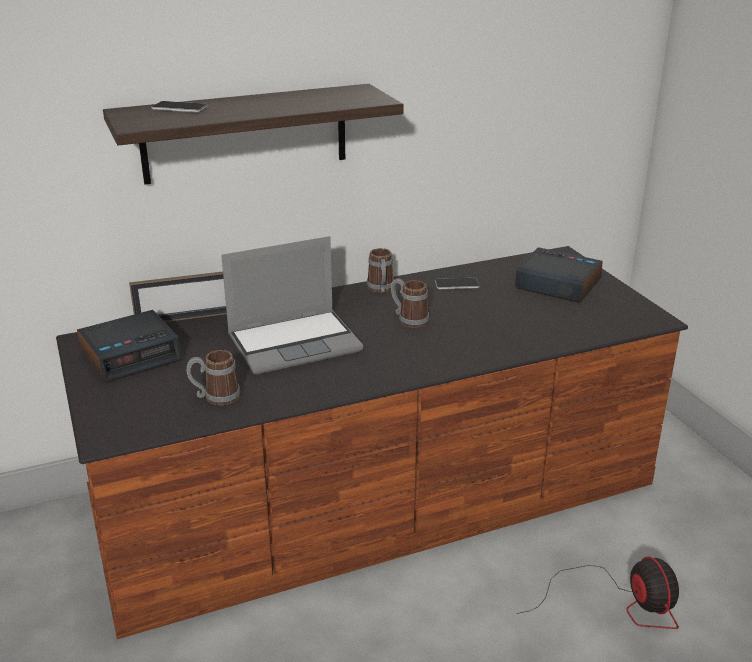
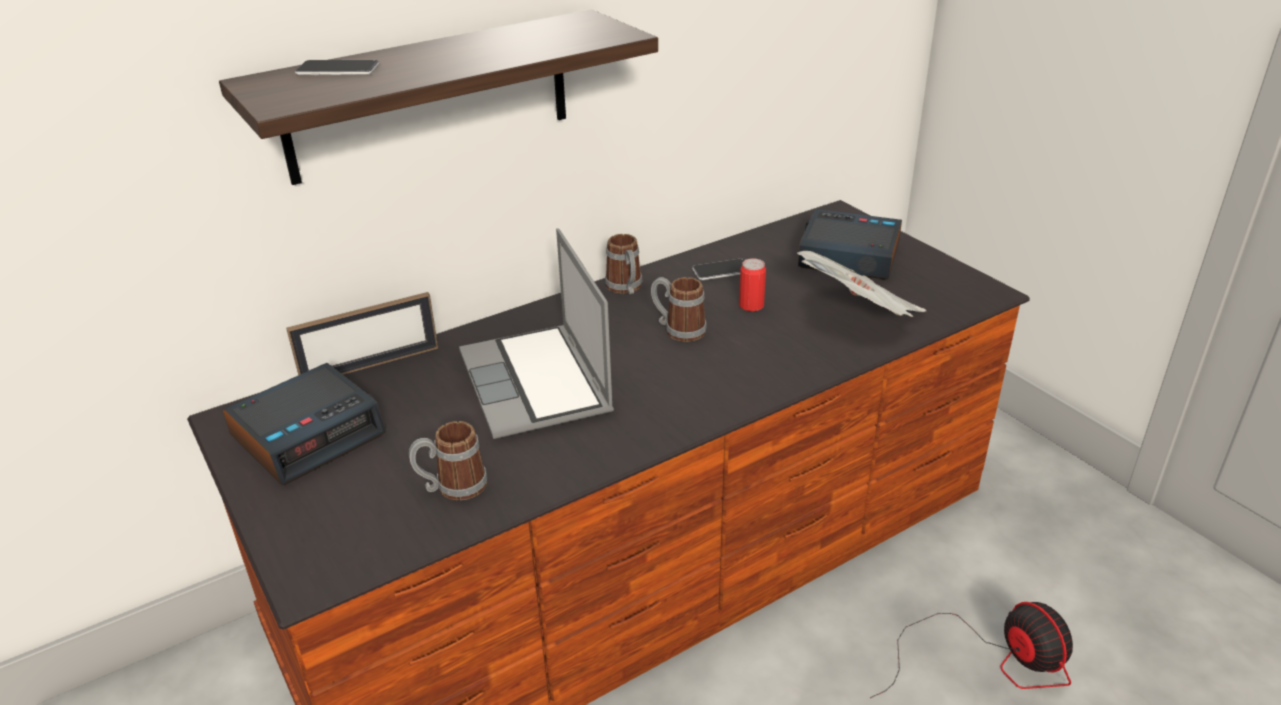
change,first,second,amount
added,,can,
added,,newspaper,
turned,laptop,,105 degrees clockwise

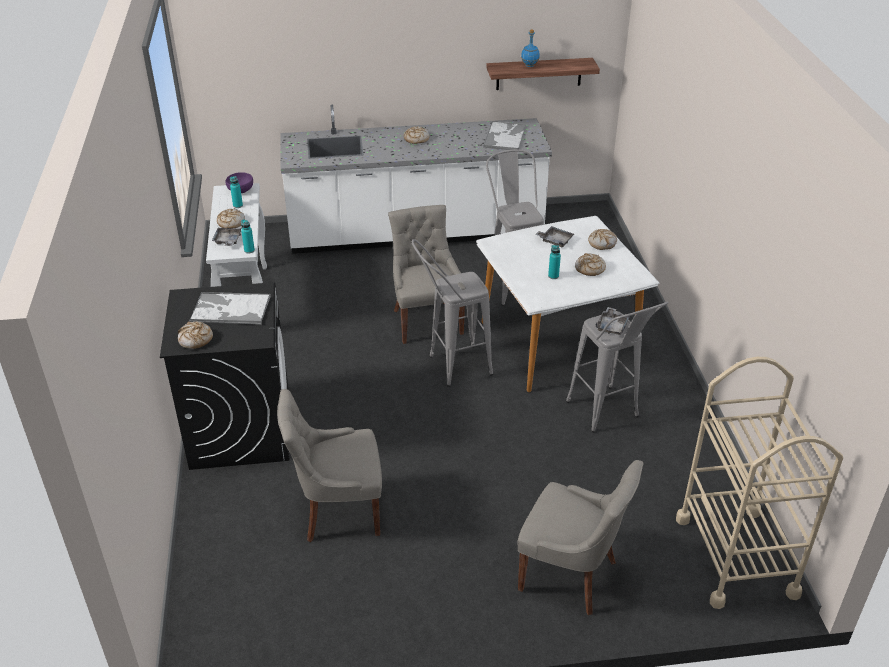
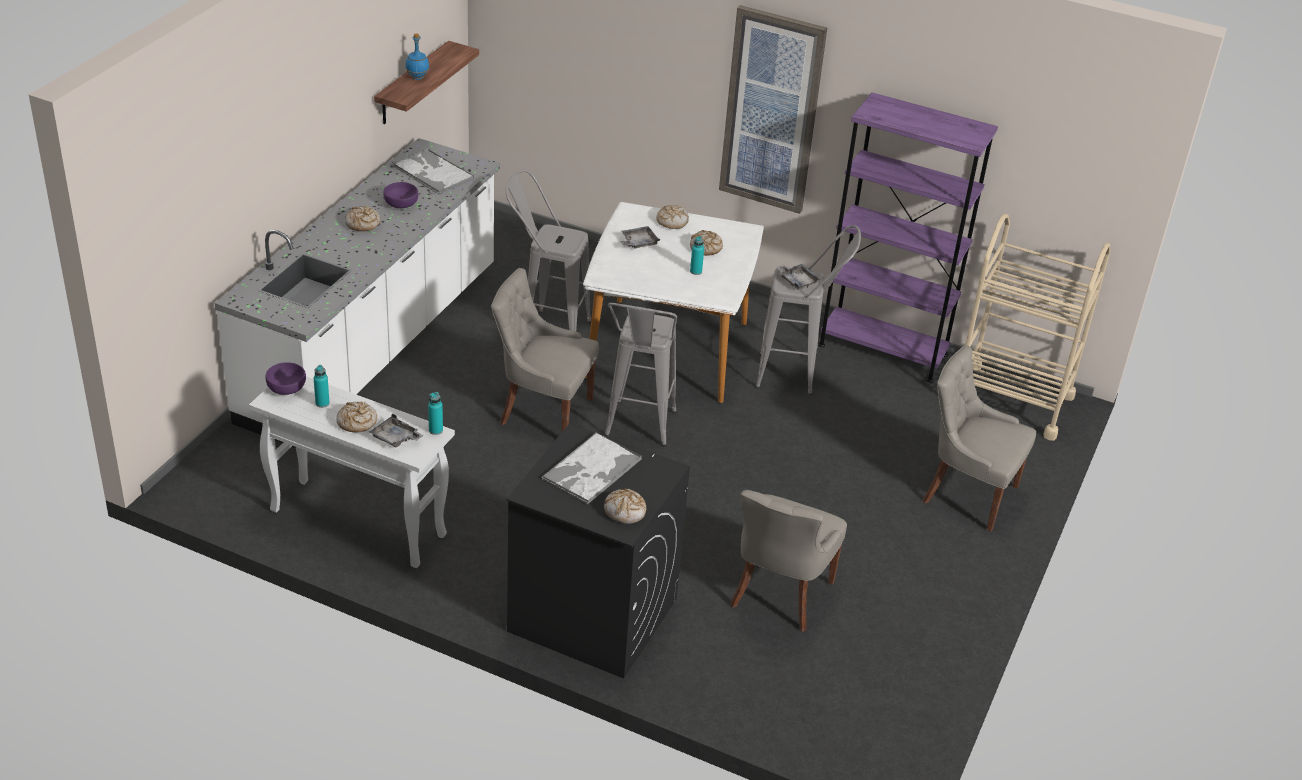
change,first,second,amount
added,,purple bowl (2nd from left),
added,,picture,
added,,purple bookcase,
turned,grey chair (3rd from left),,120 degrees counterclockwise

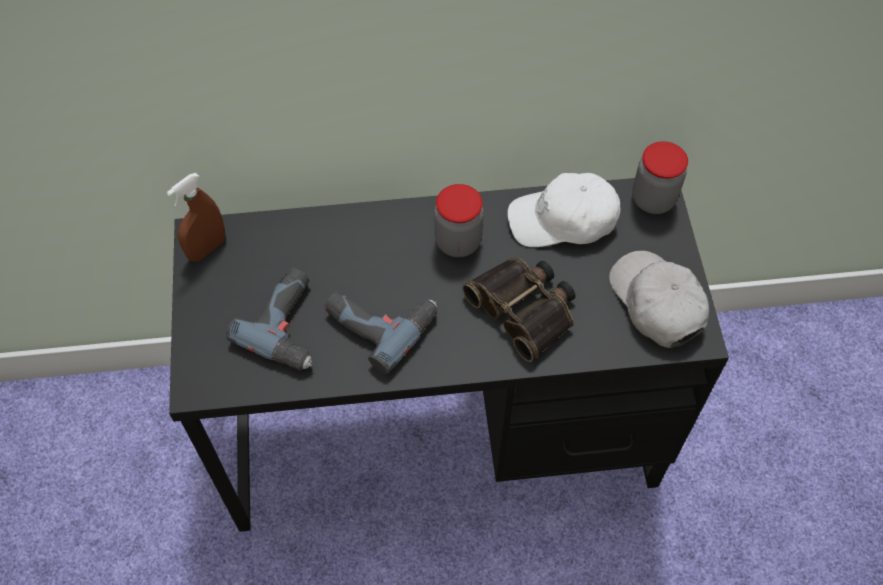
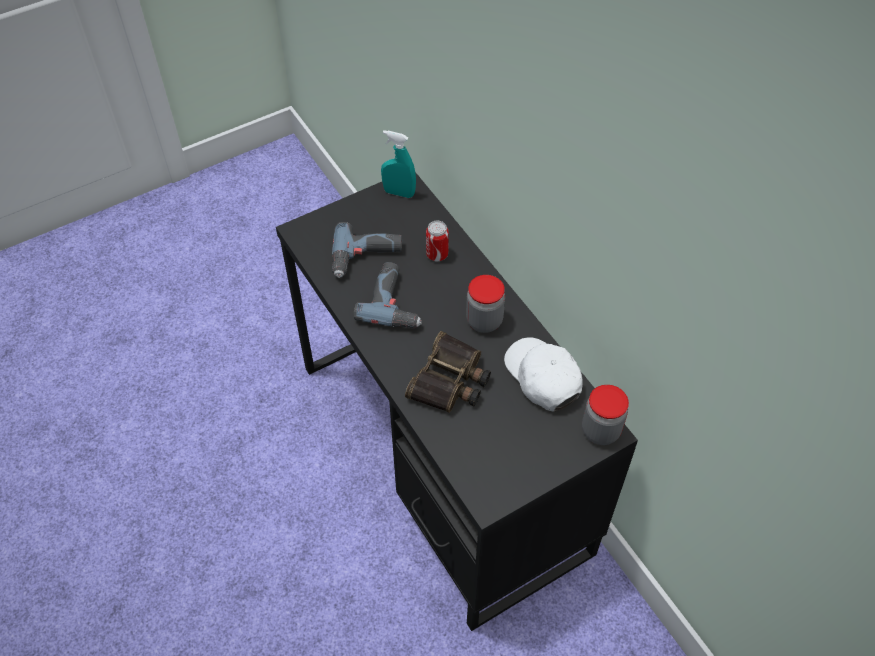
change,first,second,amount
removed,white cap (2nd from left),,
added,,can,
recoloured,brown spray bottle,turquoise spray bottle,

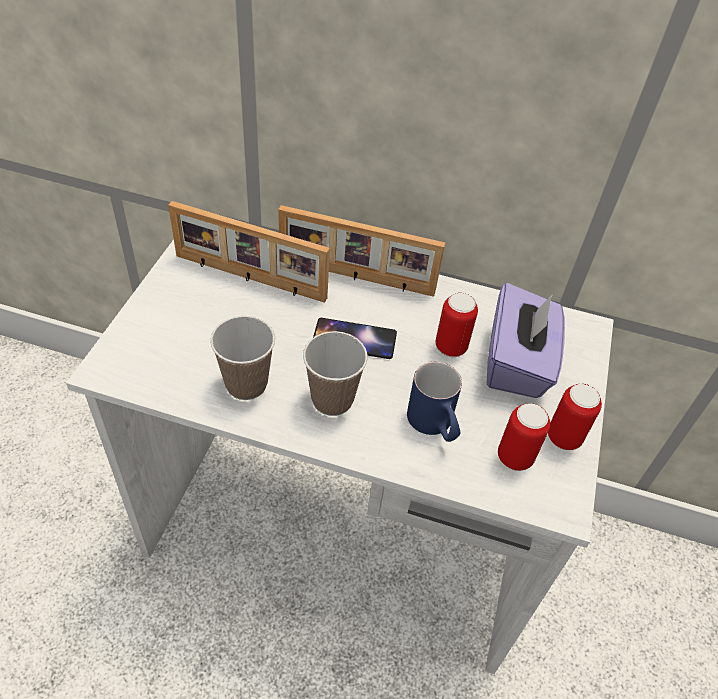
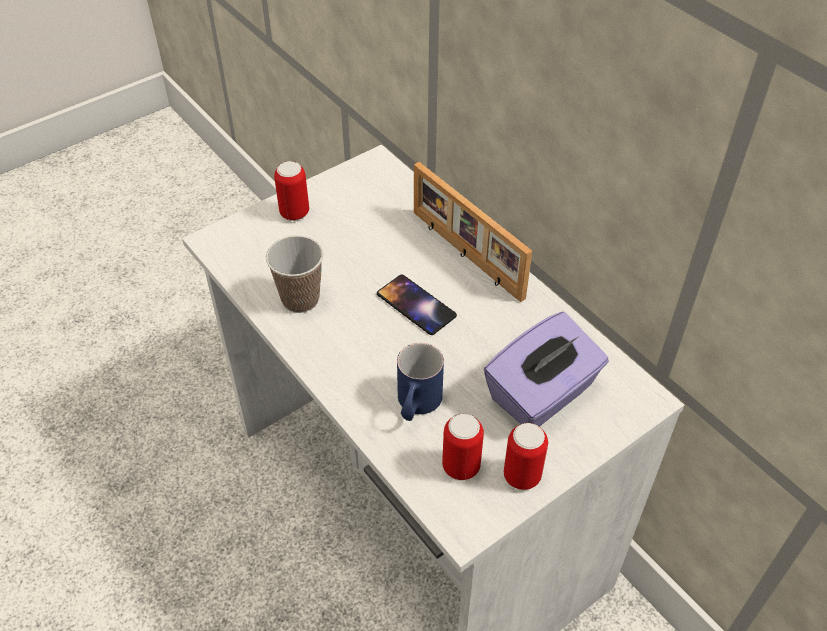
change,first,second,amount
removed,picture frame (1st from left),,
removed,cup (2nd from left),,
moved,can (1st from left),,

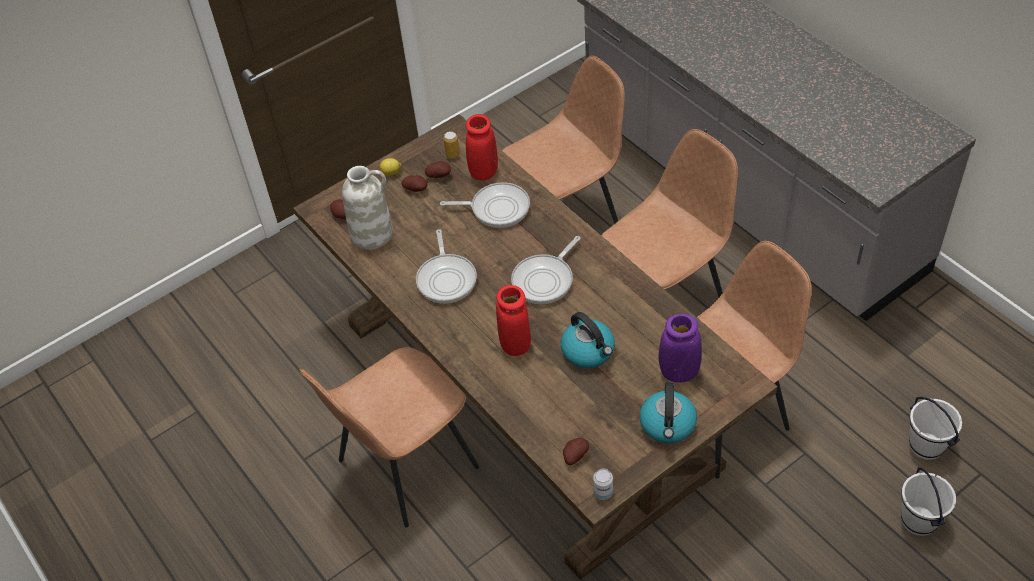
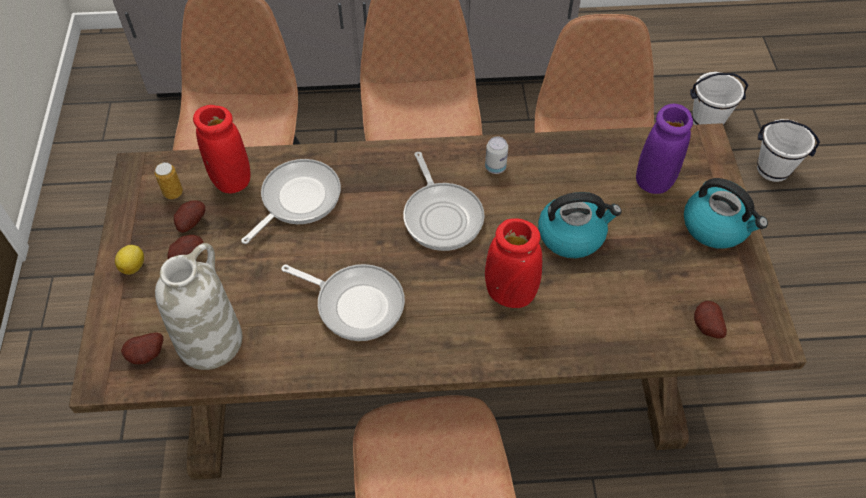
change,first,second,amount
moved,can (2nd from left),,

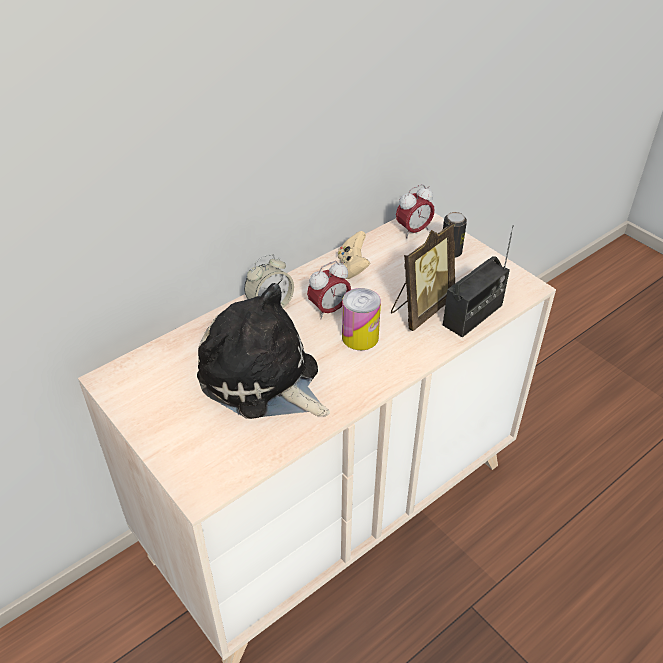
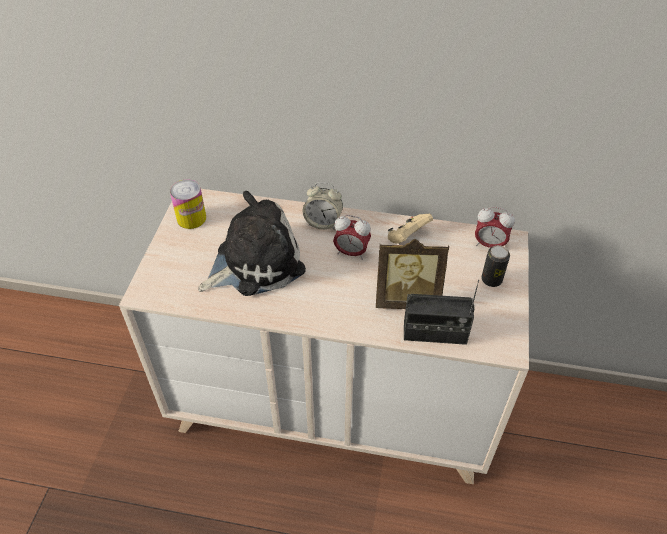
change,first,second,amount
moved,can (1st from left),,
turned,plush toy,,60 degrees clockwise

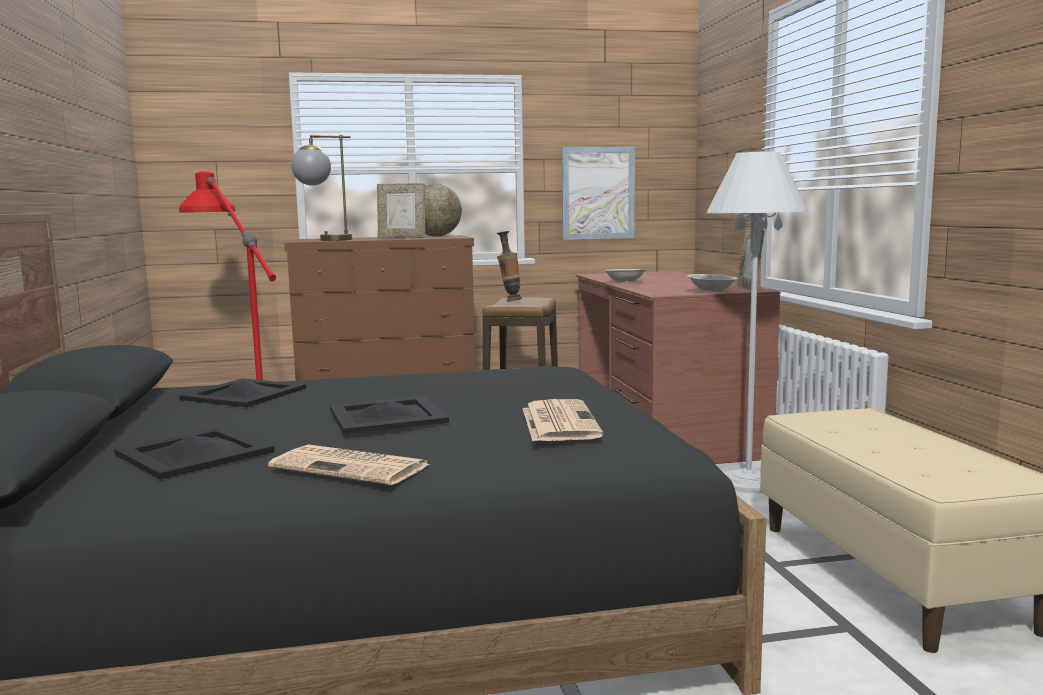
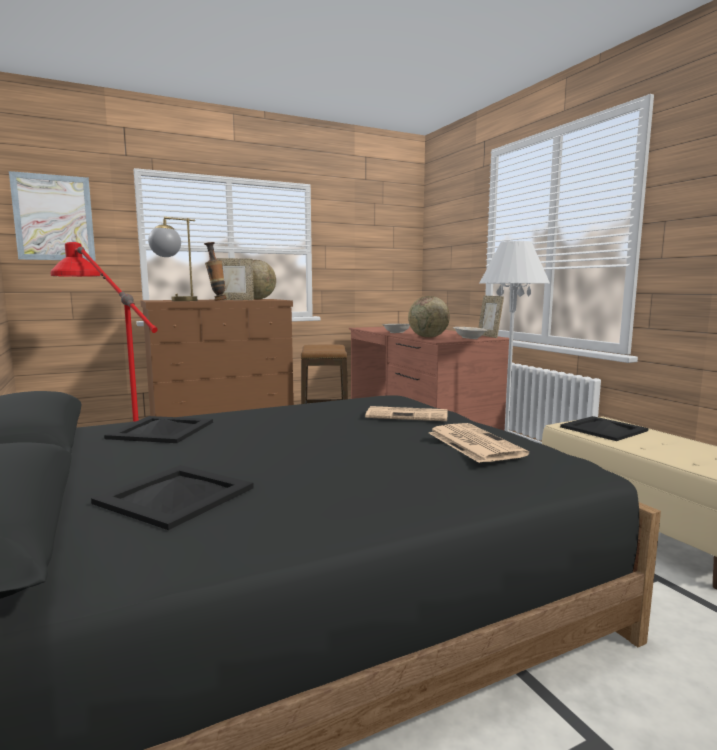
change,first,second,amount
added,,globe (2nd from left),
moved,newspaper (1st from left),,
moved,black tray (3rd from left),,
moved,vase,,
moved,picture,,

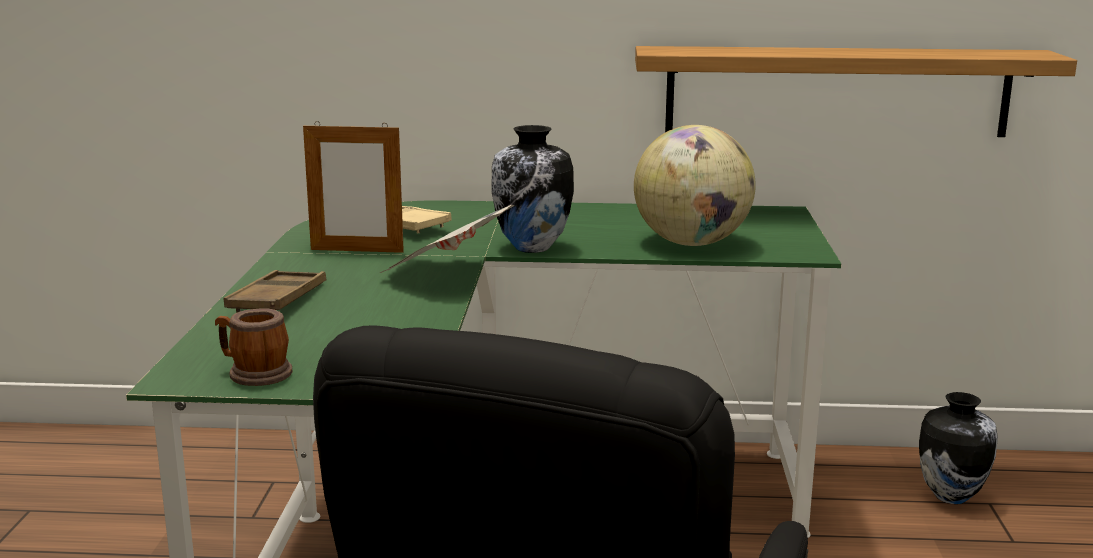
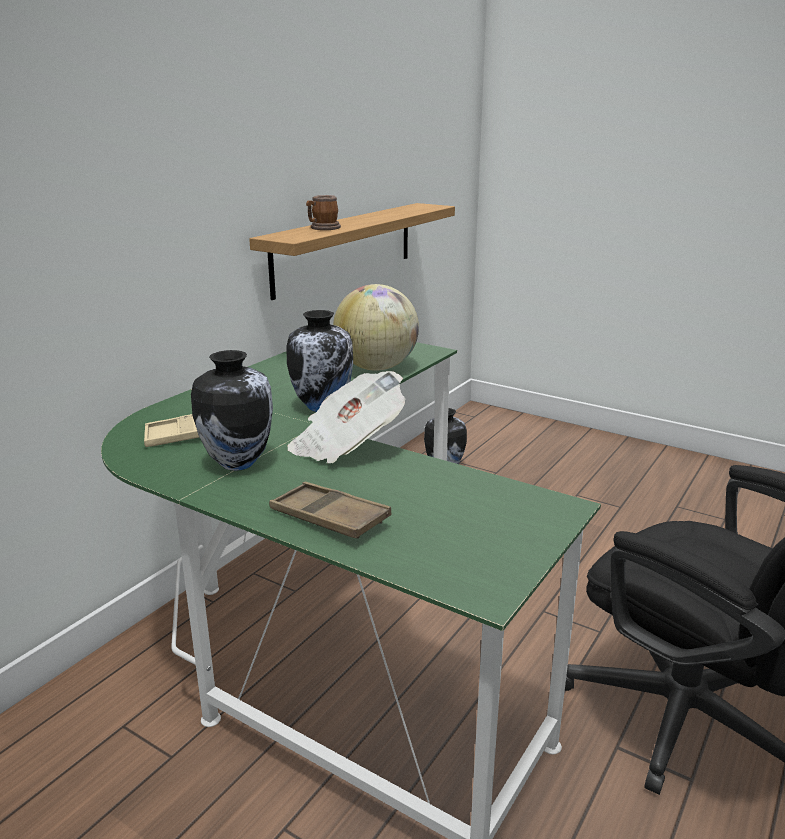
change,first,second,amount
moved,mug,,
replaced,picture frame,vase (1st from left),

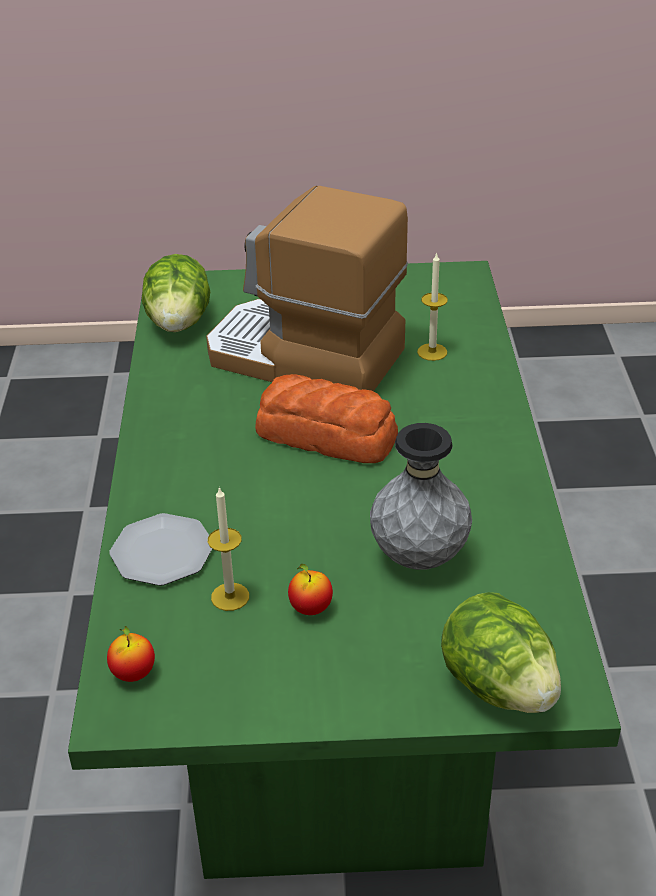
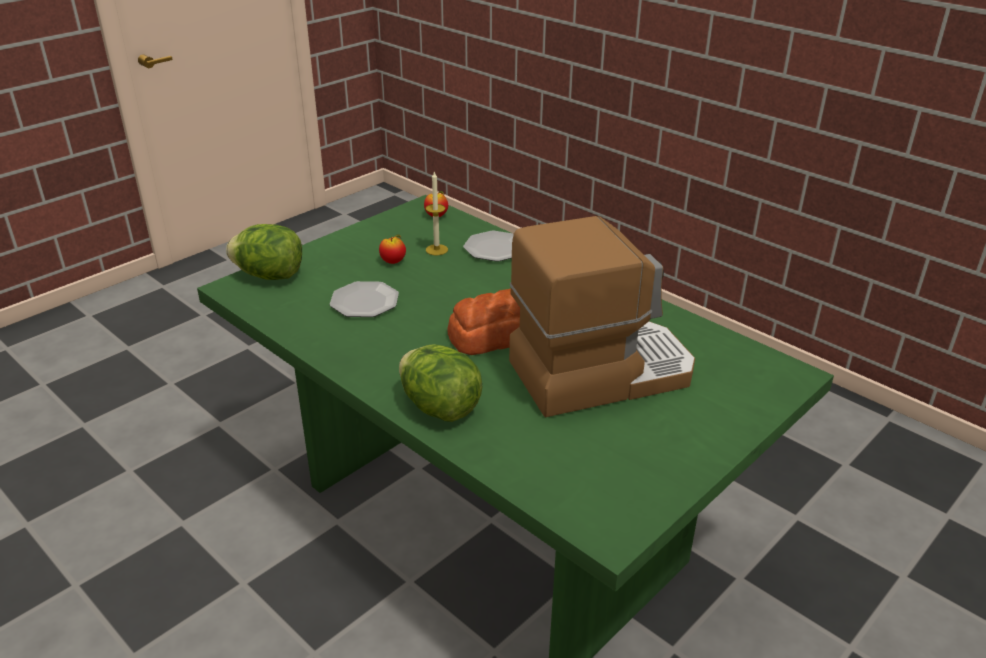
change,first,second,amount
removed,candle (2nd from left),,
moved,lettuce (1st from left in the first image),lettuce (2nd from left),
replaced,grey vase,plate (1st from left),

